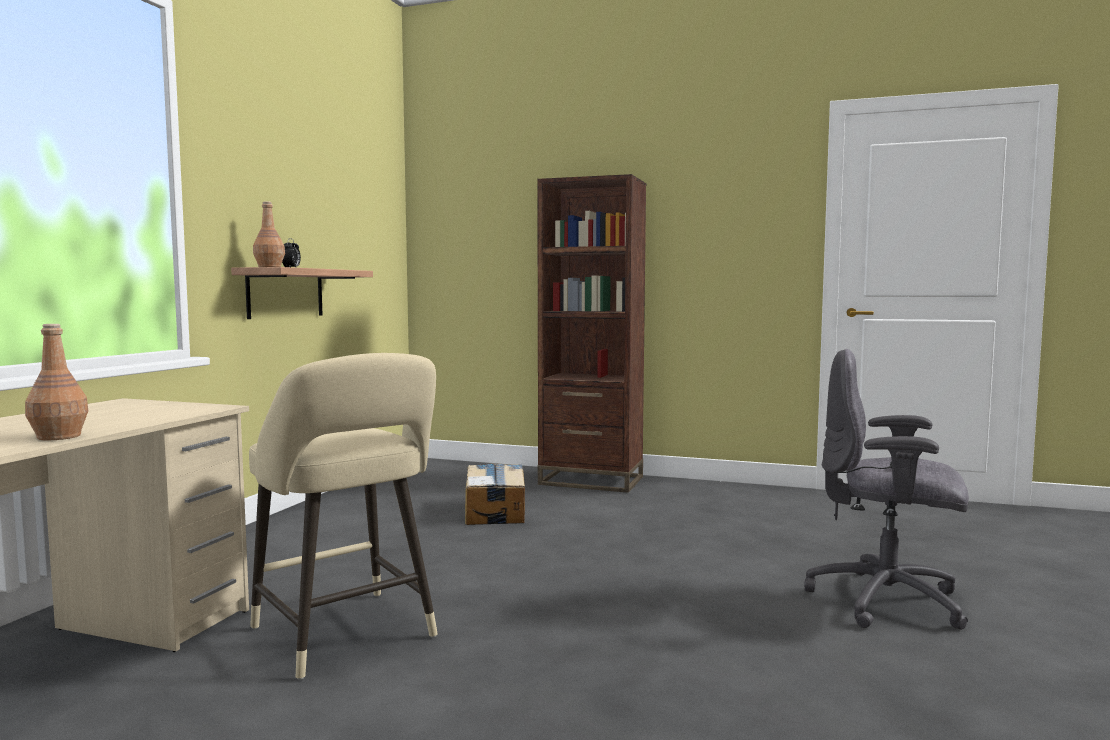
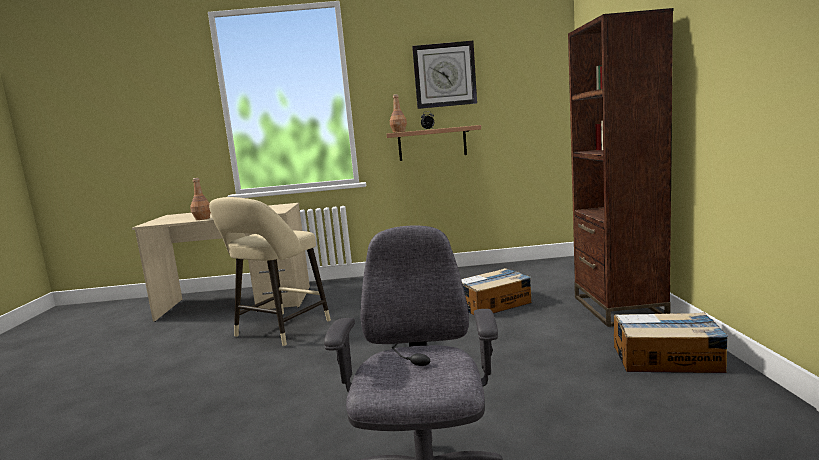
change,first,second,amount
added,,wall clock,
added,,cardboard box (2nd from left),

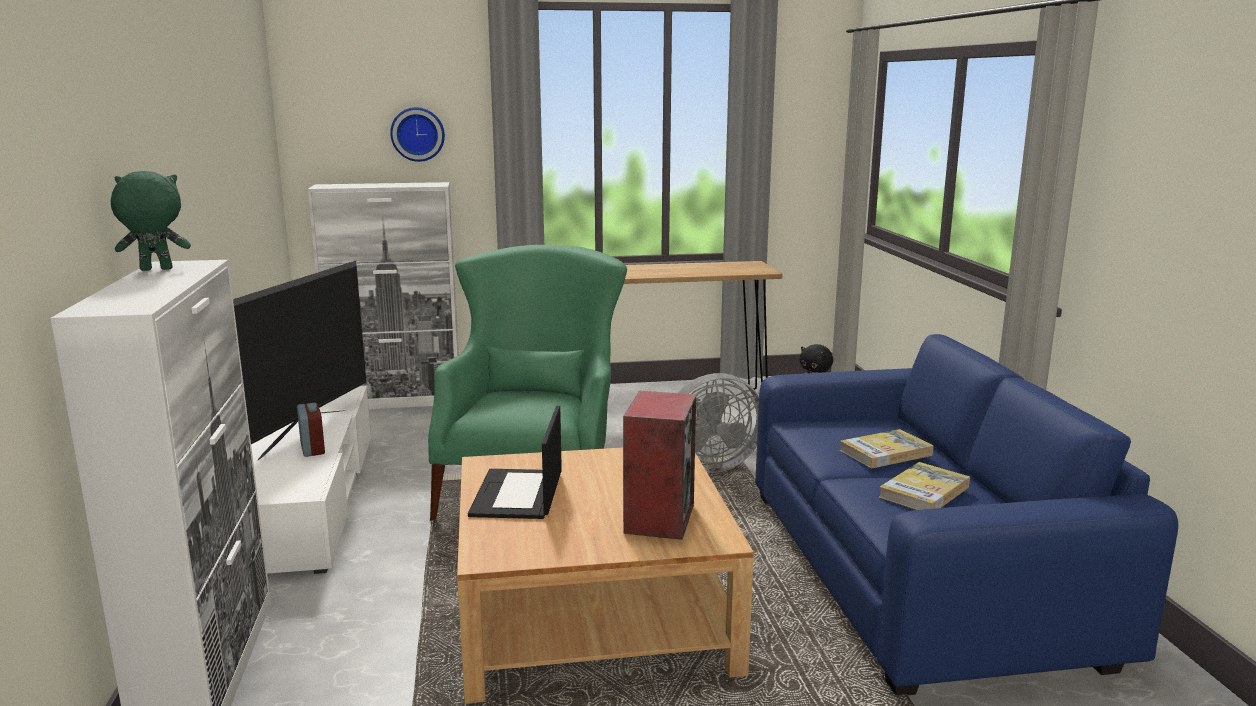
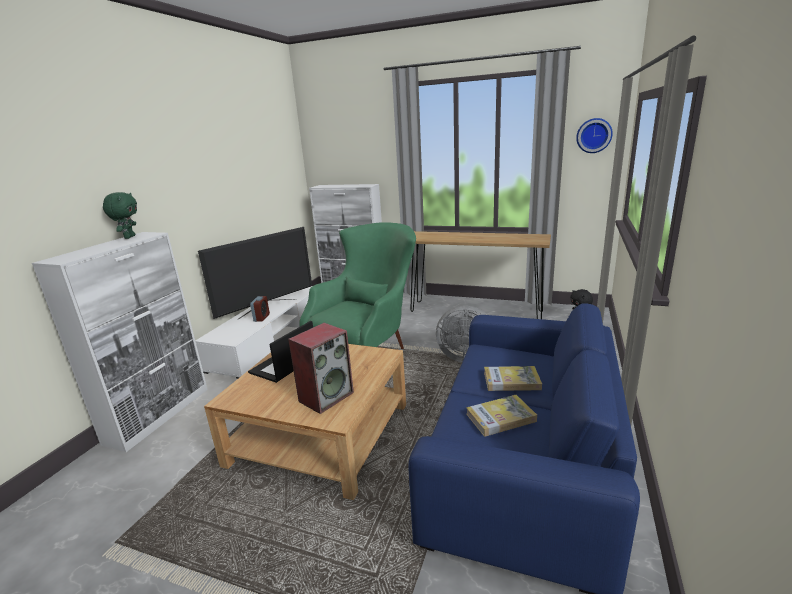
change,first,second,amount
moved,wall clock,,
turned,green plush toy,,75 degrees clockwise

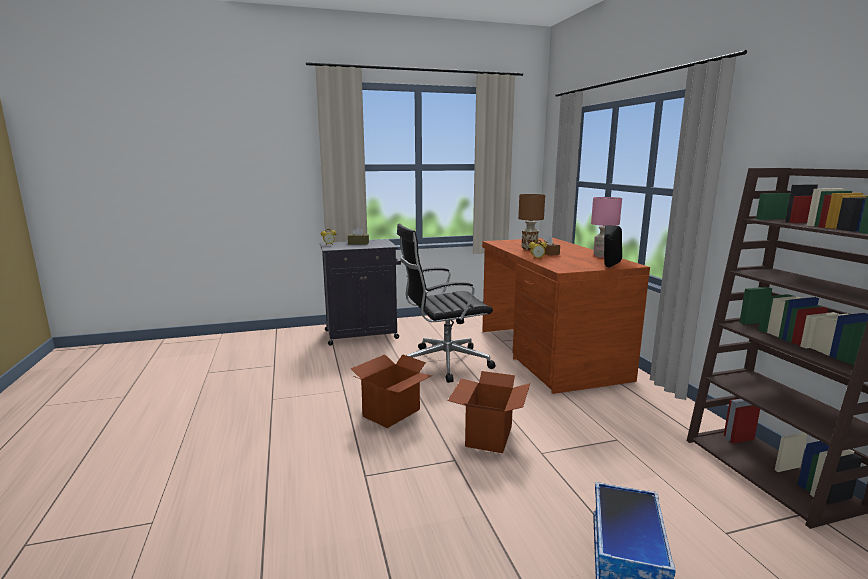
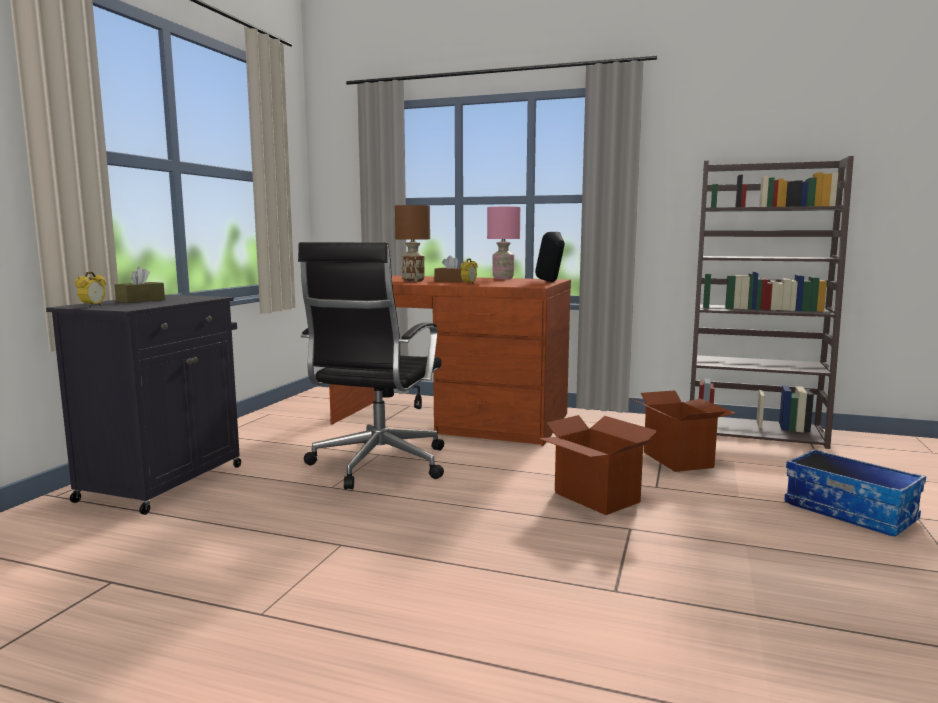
change,first,second,amount
moved,cardboard box (1st from left in the first image),cardboard box (2nd from left),

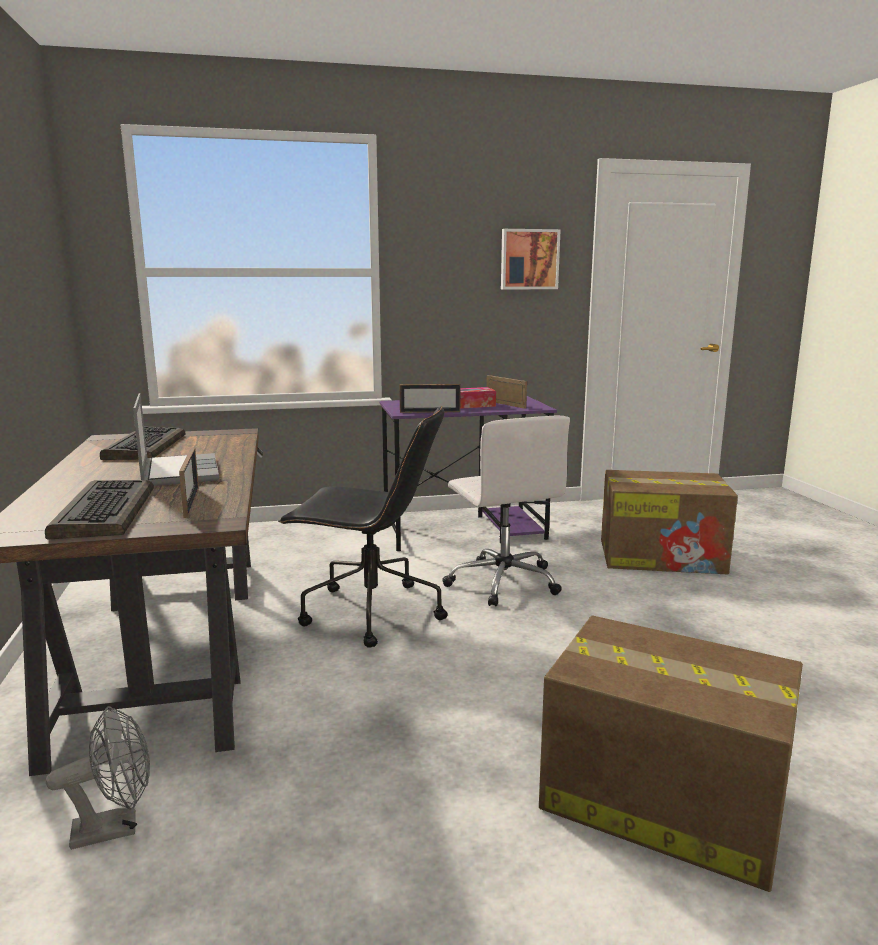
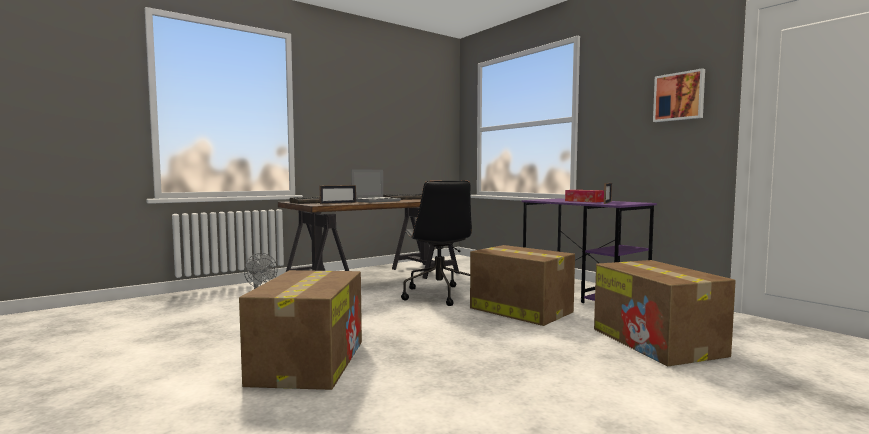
change,first,second,amount
removed,picture frame (2nd from left),,
replaced,white office chair,cardboard box (2nd from left),

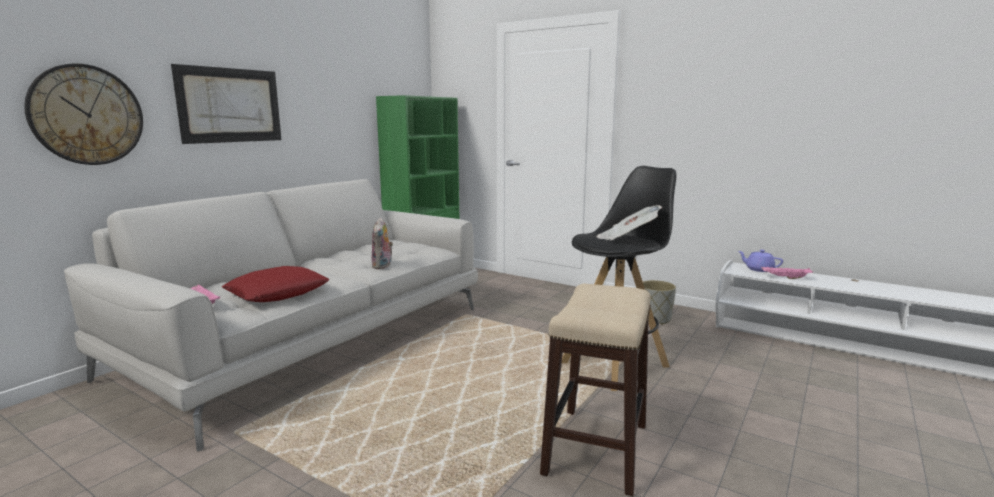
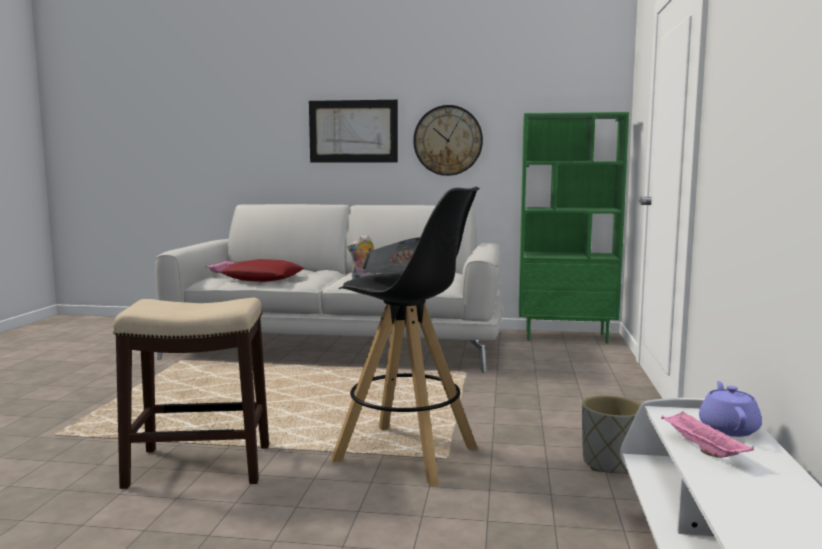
change,first,second,amount
moved,wall clock,,

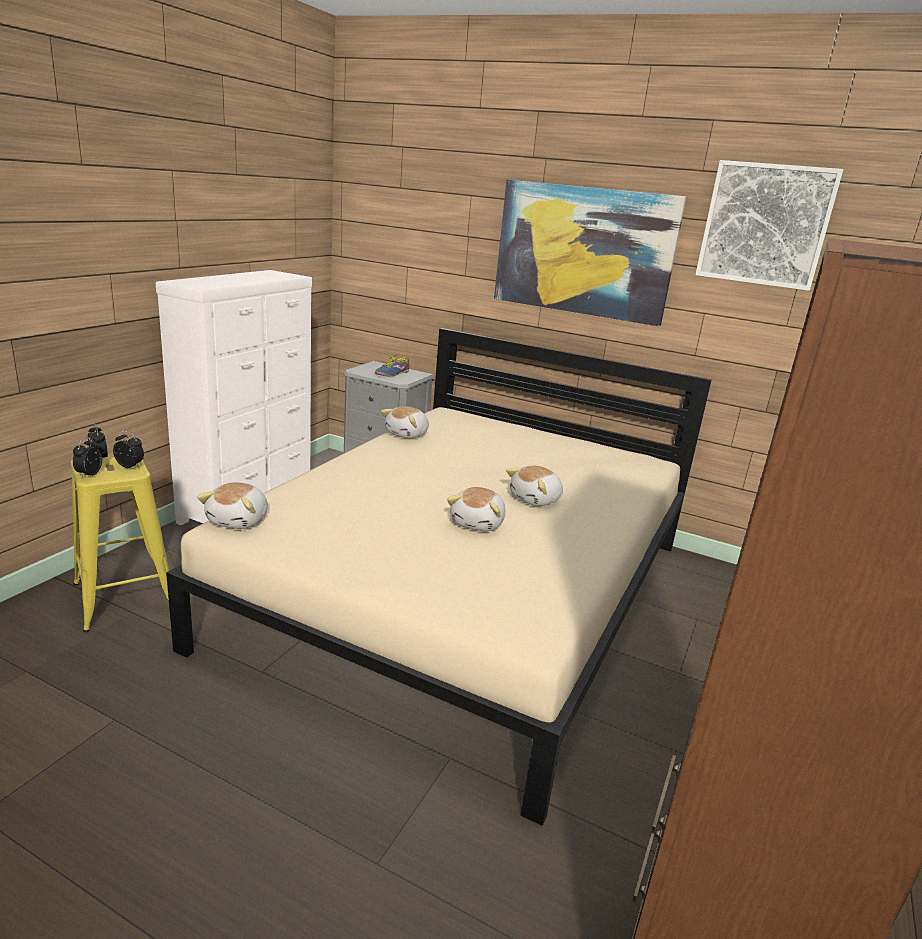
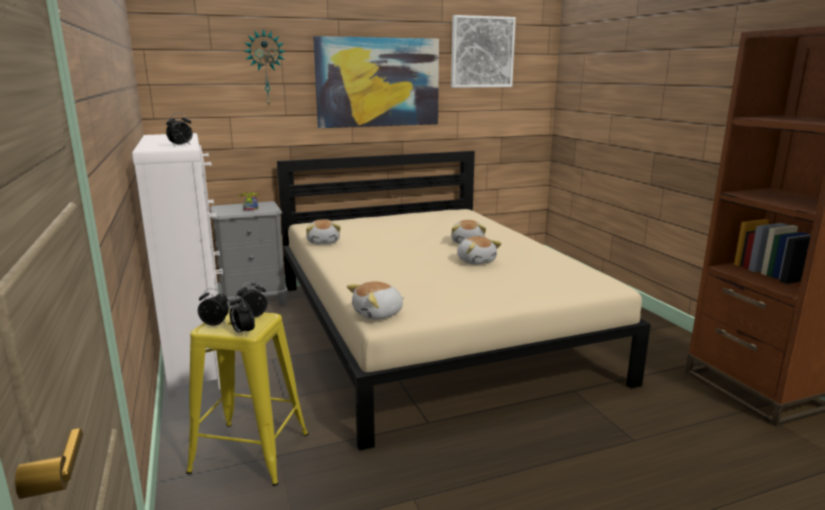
change,first,second,amount
added,,alarm clock (1st from left),
added,,wall clock,
turned,plush toy (1st from left in the first image),plush toy (2nd from left),90 degrees clockwise

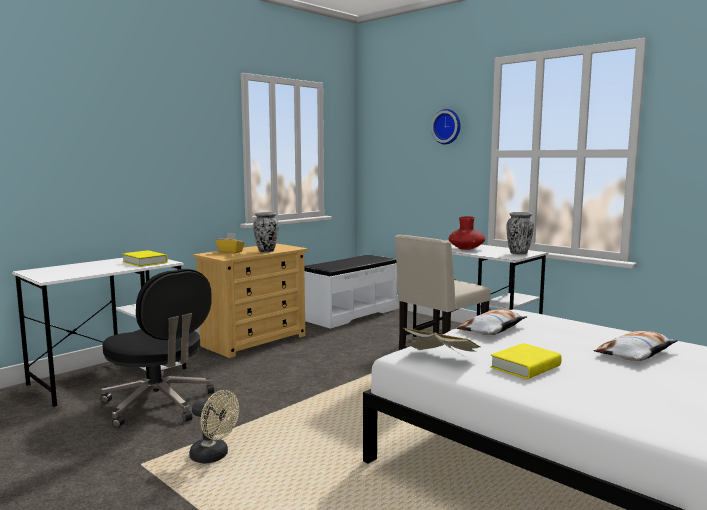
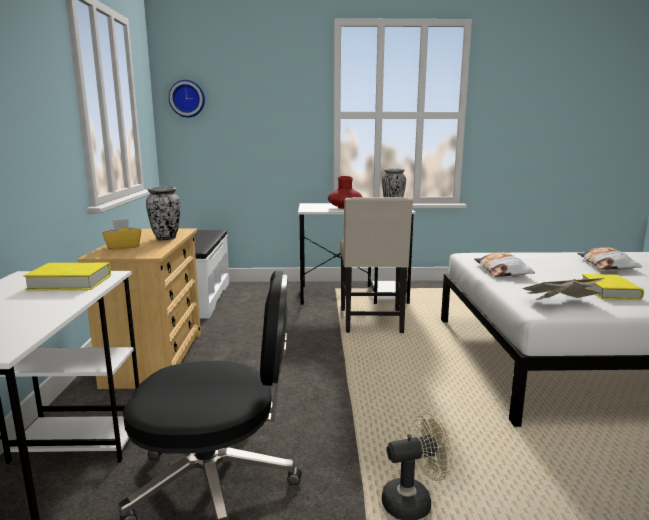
change,first,second,amount
moved,wall clock,,

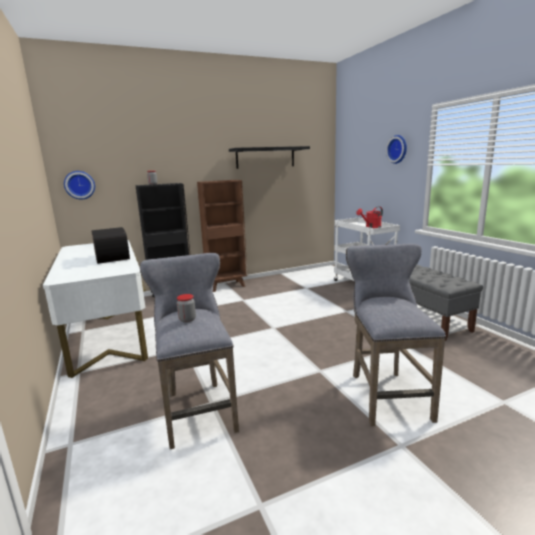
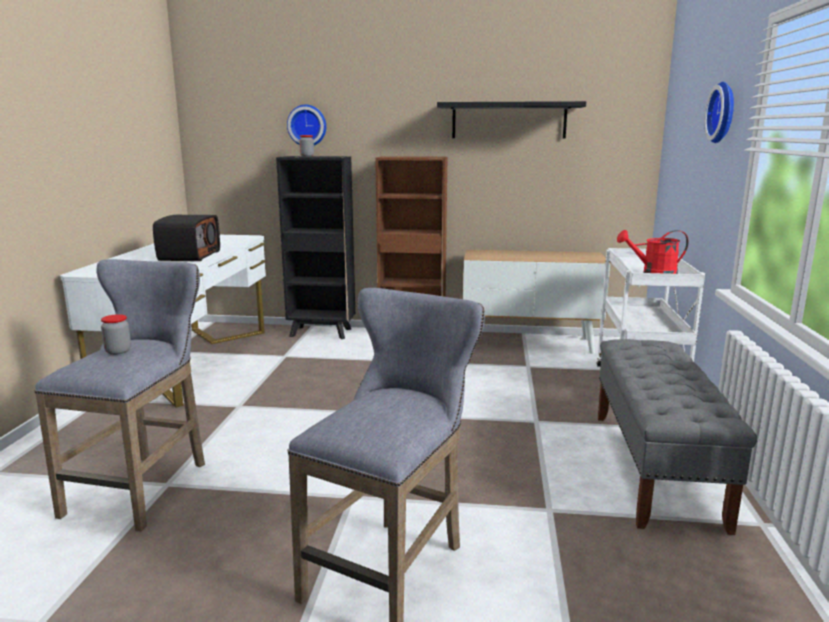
change,first,second,amount
added,,cabinet,
moved,wall clock (1st from left),,

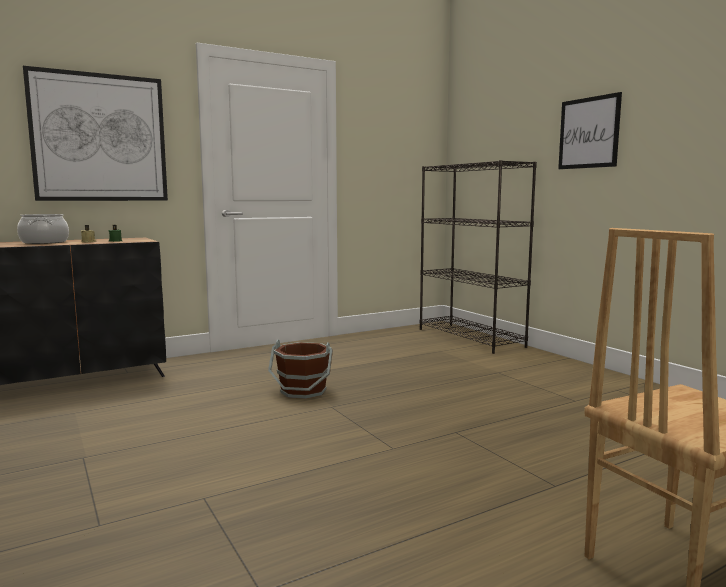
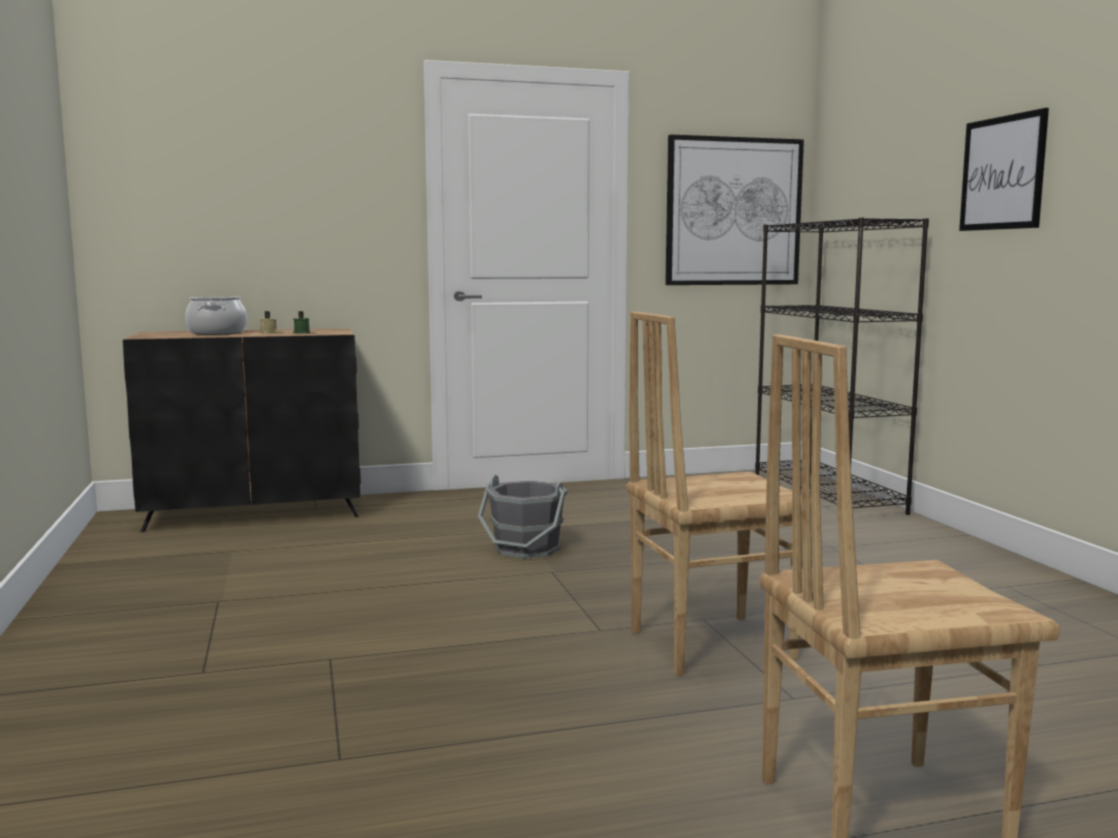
change,first,second,amount
added,,brown chair (1st from left),
moved,picture (1st from left),,
recoloured,brown bucket,grey bucket,

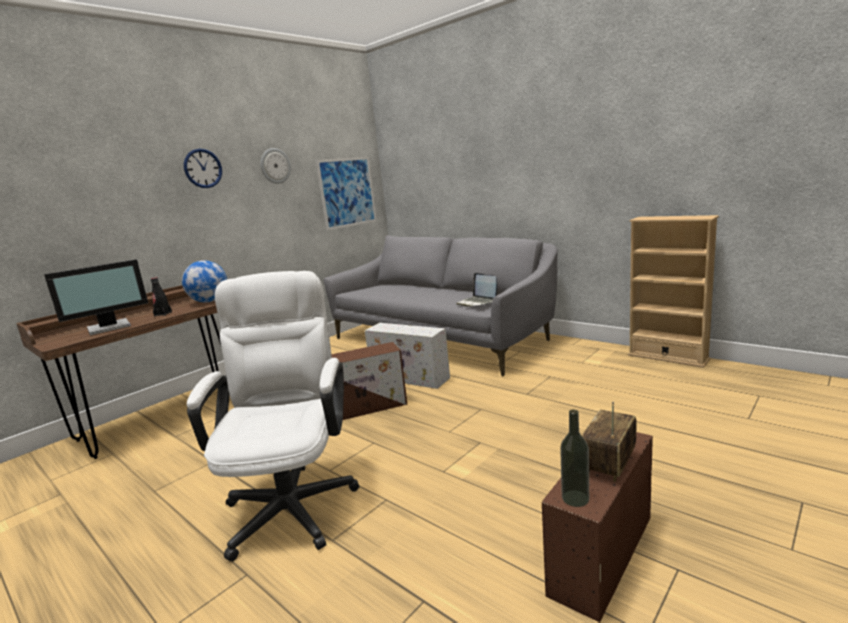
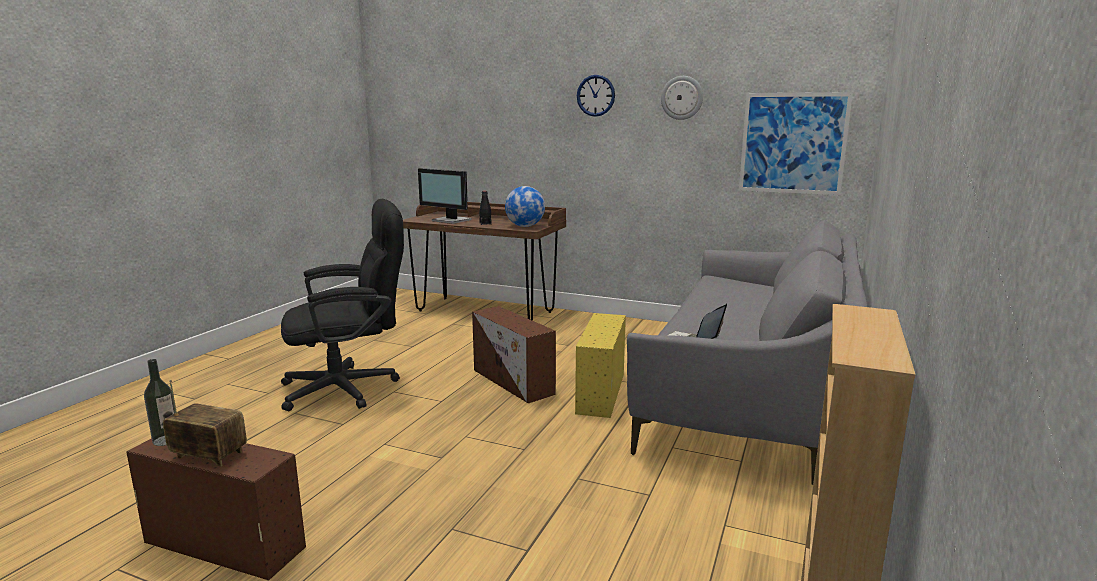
change,first,second,amount
recoloured,white office chair,black office chair,
recoloured,white storage box,yellow storage box,

